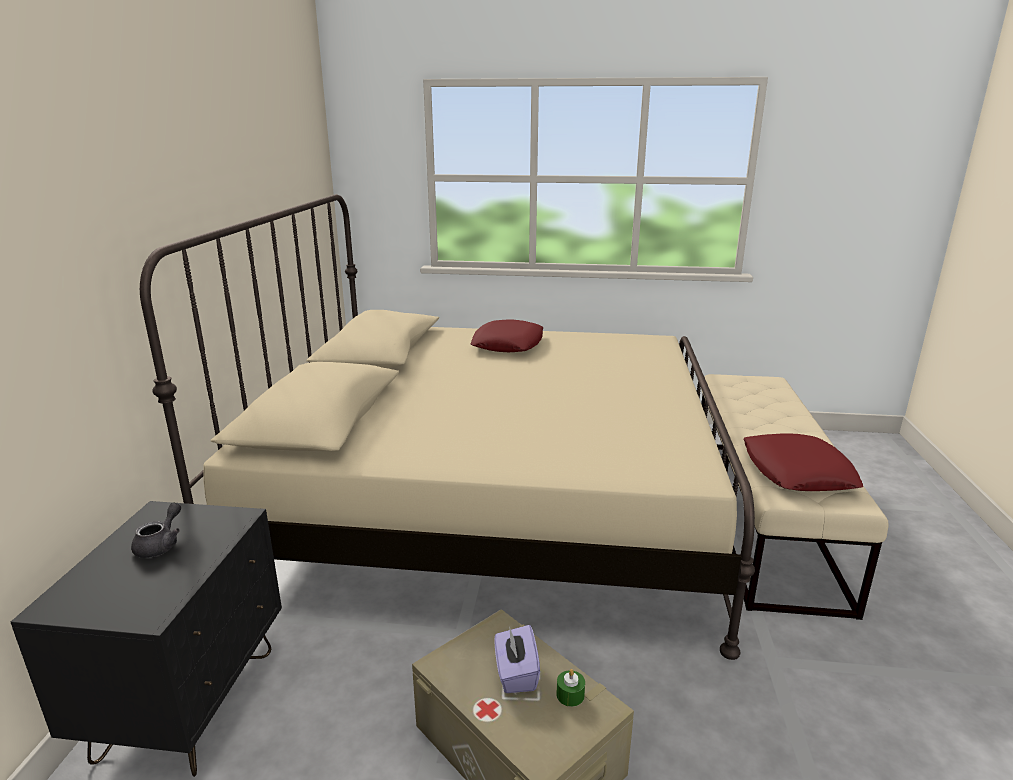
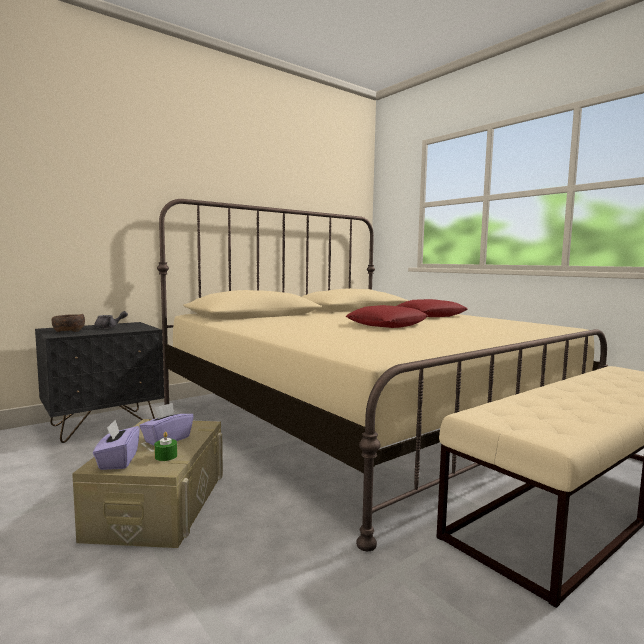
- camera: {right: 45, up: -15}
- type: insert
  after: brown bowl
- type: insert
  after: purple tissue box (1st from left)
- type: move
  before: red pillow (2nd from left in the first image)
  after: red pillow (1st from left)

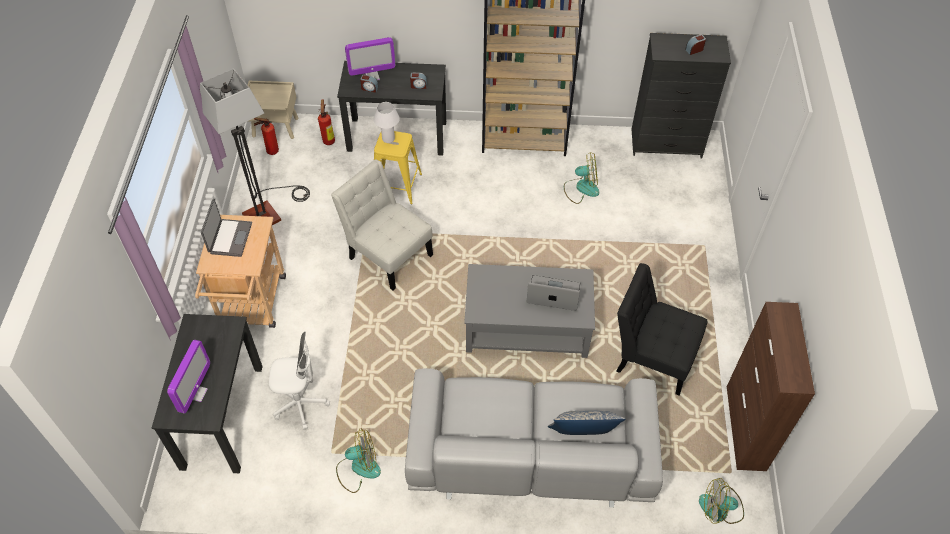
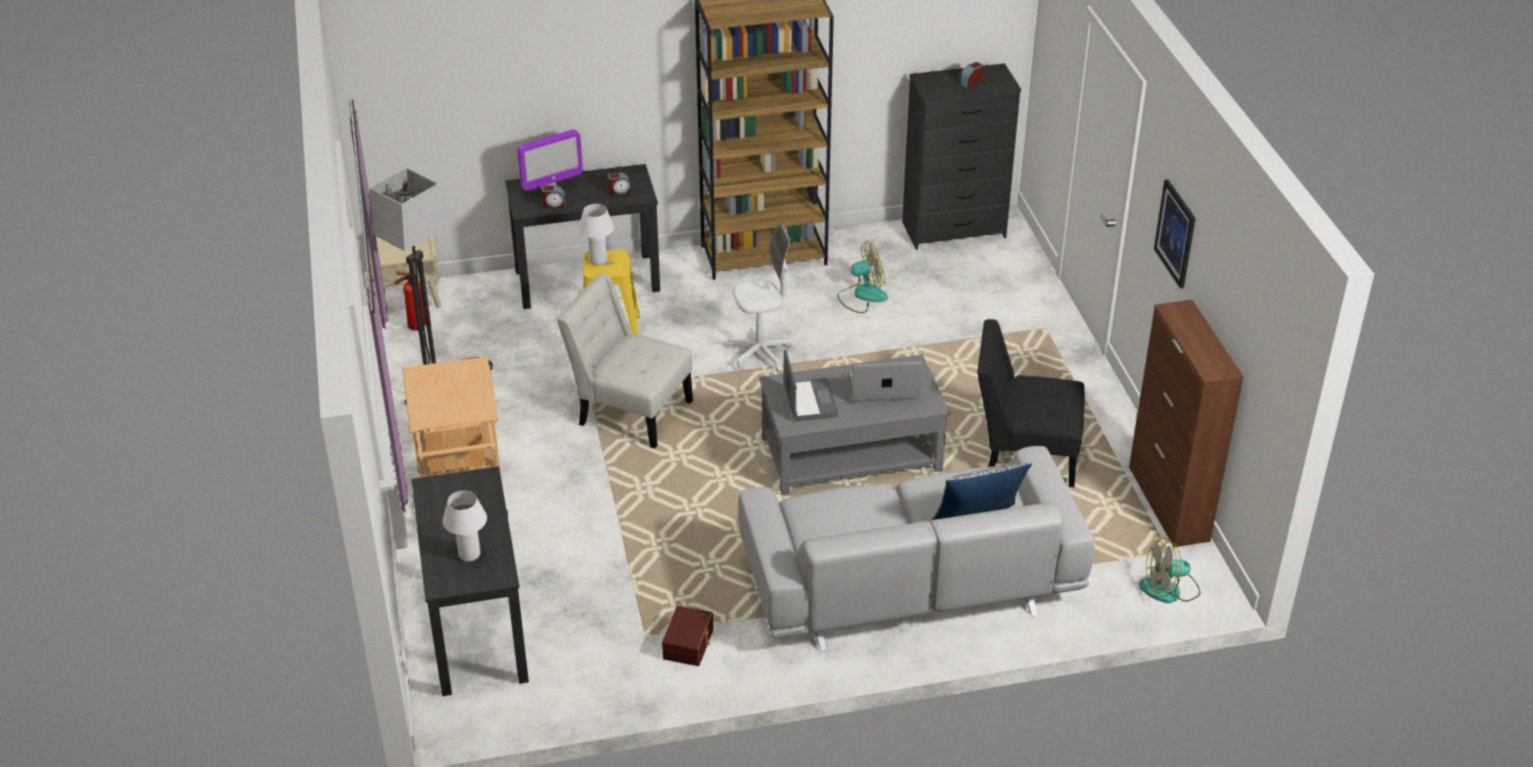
- camera: {right: -15, up: -15}
- type: replace
  before: monitor (1st from left)
  after: white table lamp (1st from left)
- type: replace
  before: fan (1st from left)
  after: brown storage box
- type: move
  before: white office chair
- type: move
  before: laptop (1st from left)
- type: insert
  after: picture
- type: delete
  before: fire extinguisher (2nd from left)

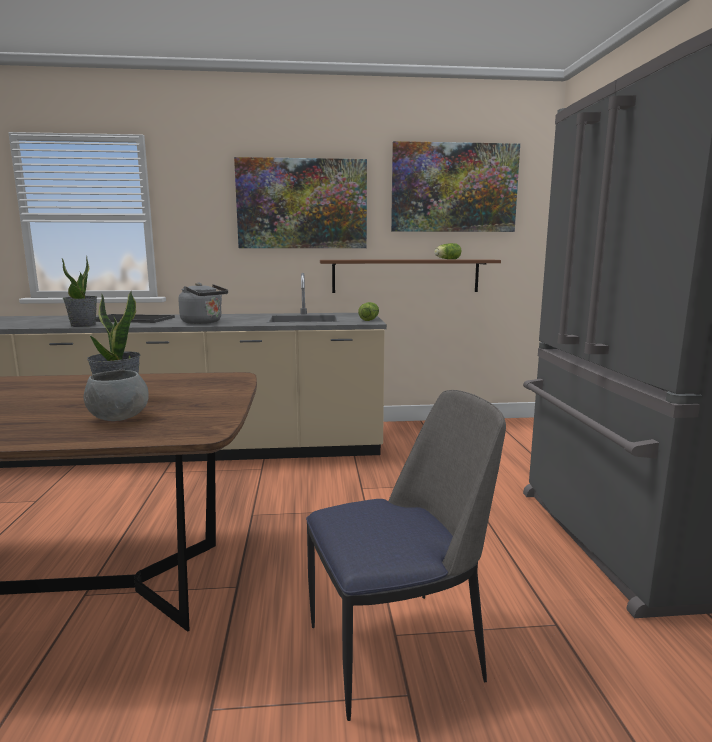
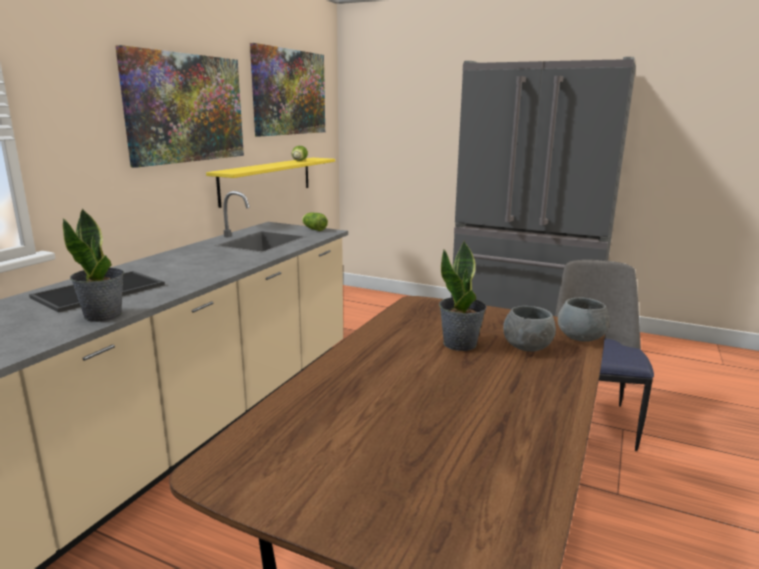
- camera: {right: -60, up: 5}
- type: recolor
  before: brown shelf
  after: yellow shelf
- type: insert
  after: grey bowl (2nd from left)
- type: delete
  before: grey kettle

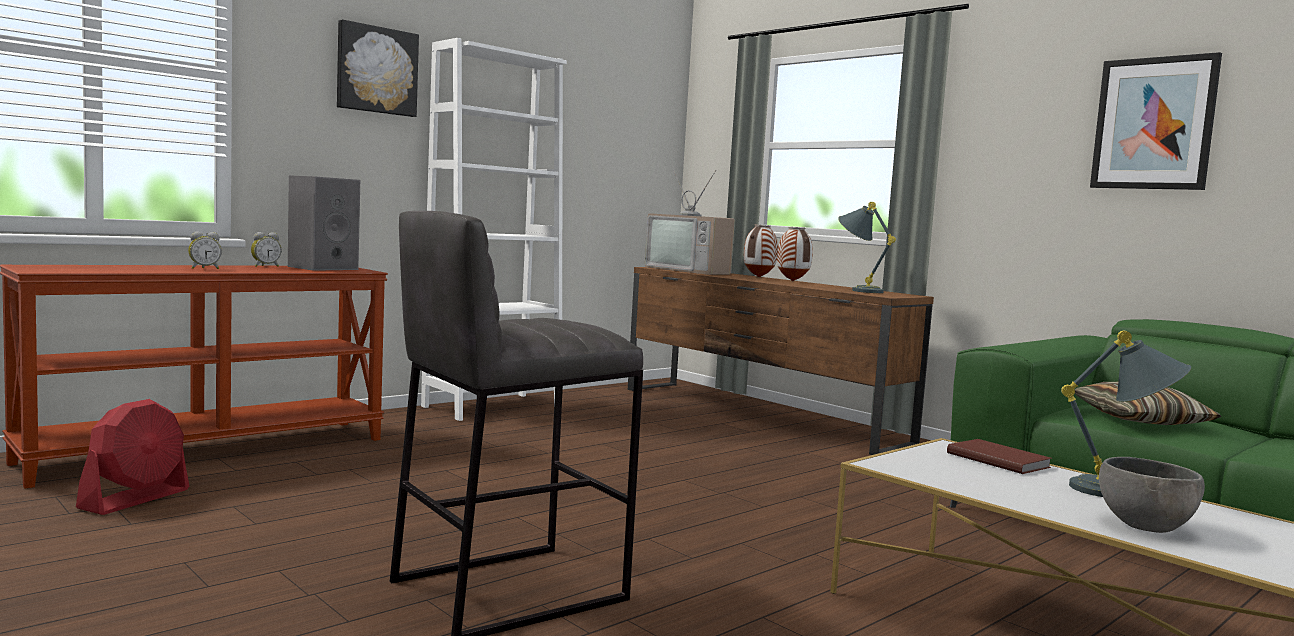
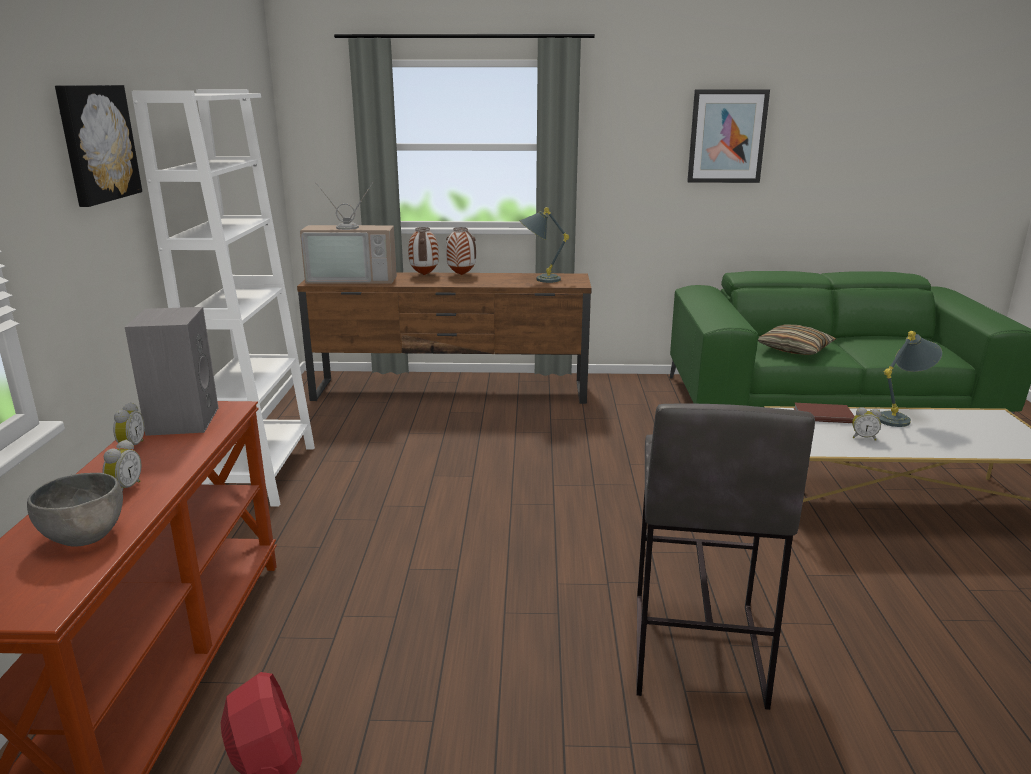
- camera: {right: -45, up: 15}
- type: move
  before: grey bowl
- type: insert
  after: alarm clock (3rd from left)

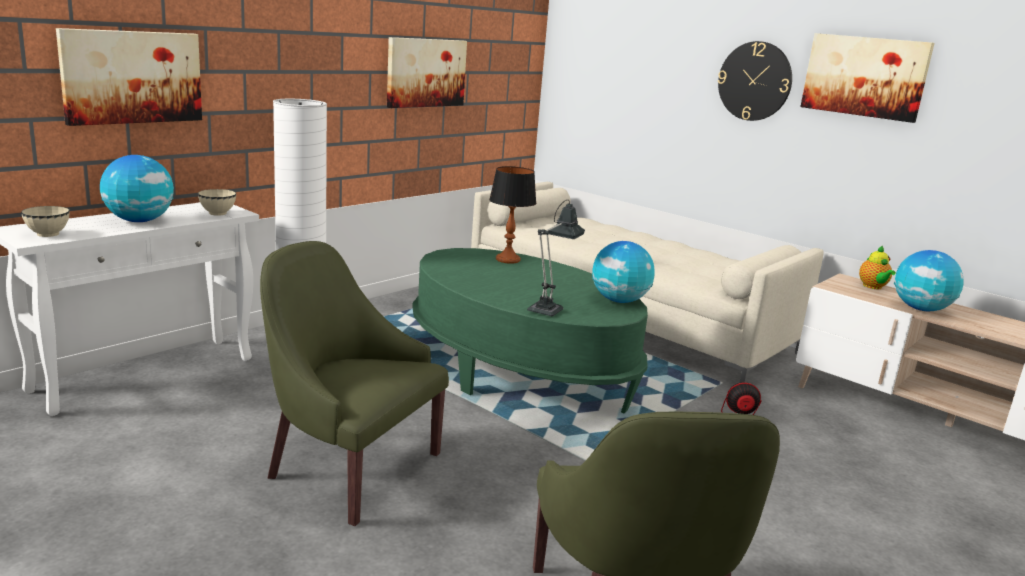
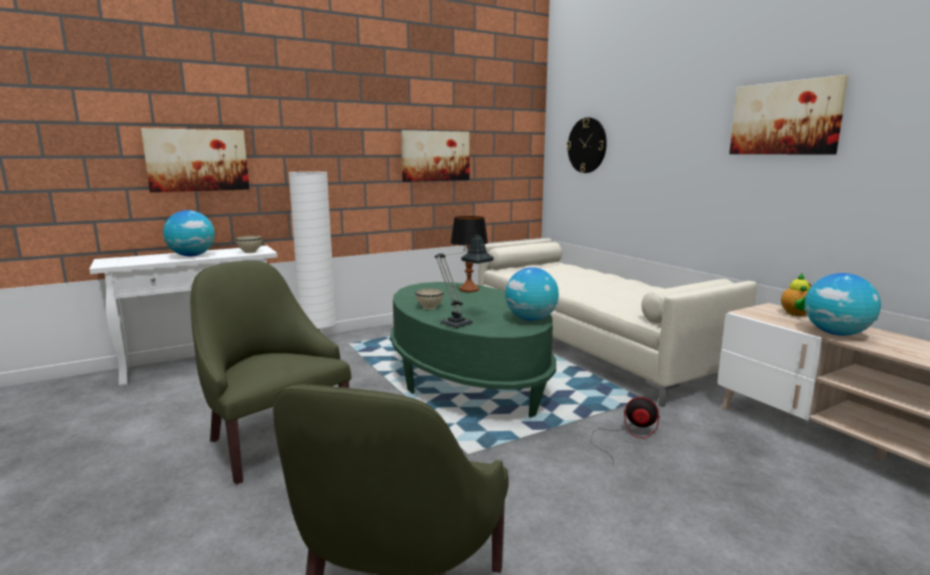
- camera: {right: 20, up: -5}
- type: move
  before: beige bowl (1st from left in the first image)
  after: beige bowl (2nd from left)
- type: move
  before: wall clock

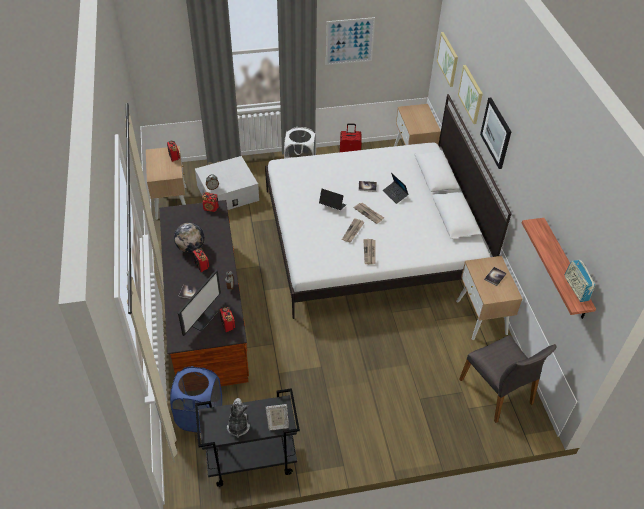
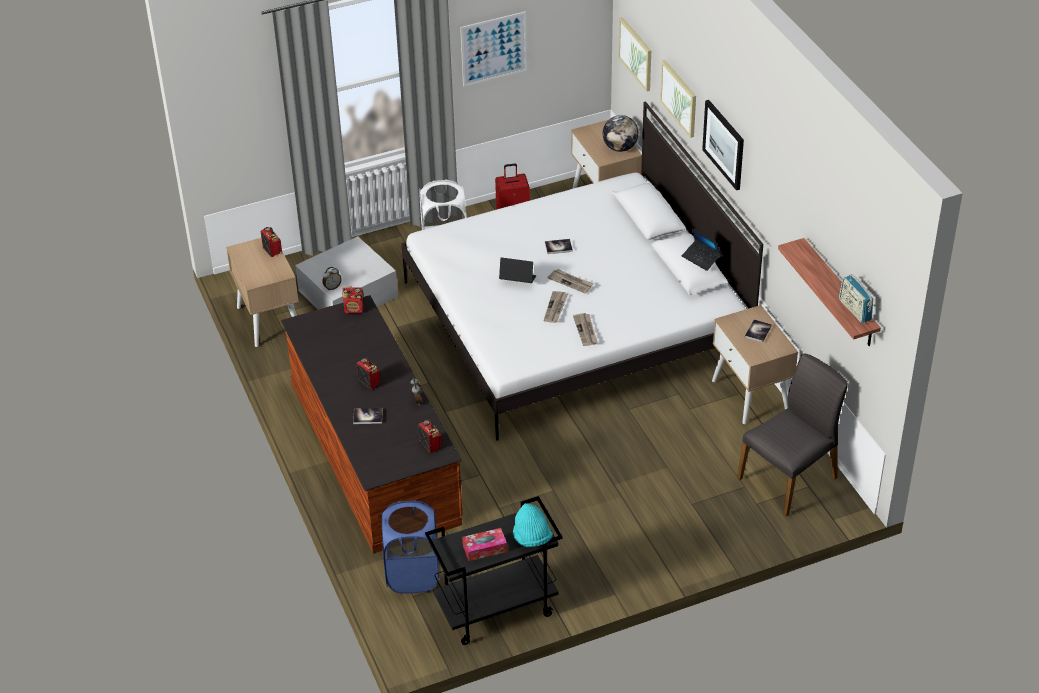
- camera: {right: -10, up: -5}
- type: replace
  before: plush toy
  after: tissue box
- type: replace
  before: picture frame
  after: turquoise hat
- type: move
  before: globe
- type: move
  before: laptop (2nd from left)
- type: rotate
  before: grey chair
  turn: -90
- type: delete
  before: monitor

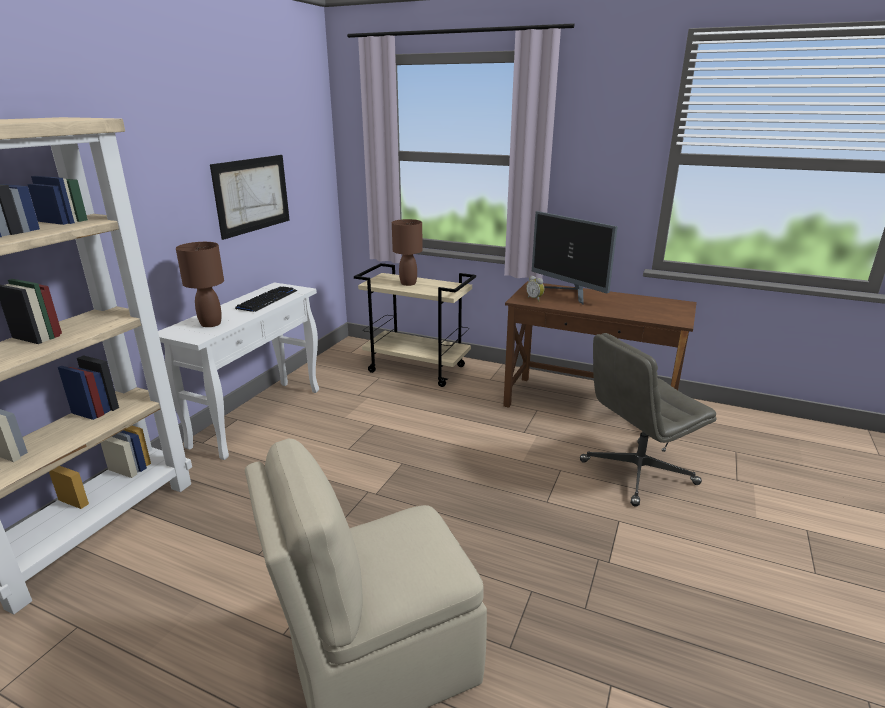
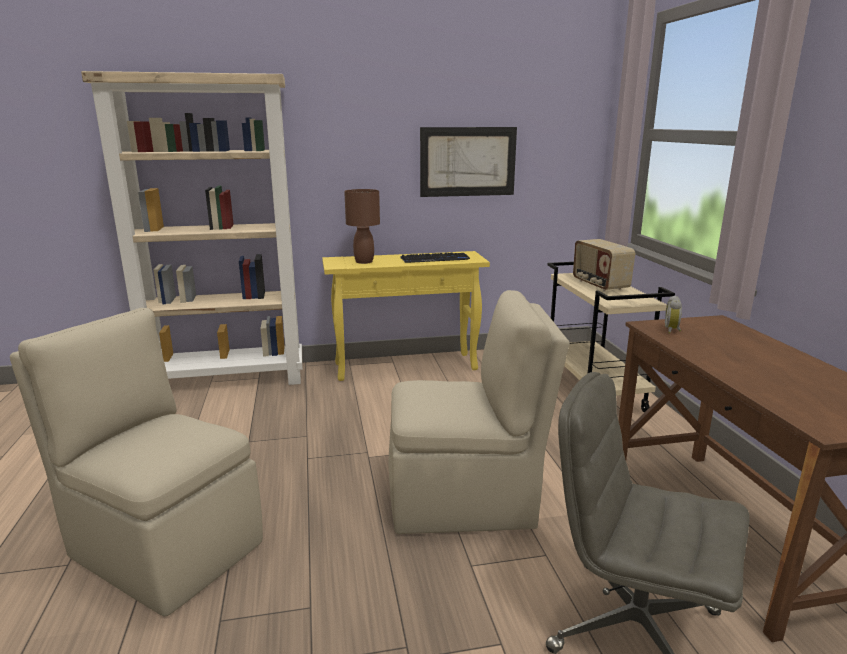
- camera: {right: 55, up: -5}
- type: recolor
  before: white console table
  after: yellow console table
- type: insert
  after: beige chair (2nd from left)
- type: replace
  before: brown table lamp (2nd from left)
  after: radio
- type: delete
  before: monitor

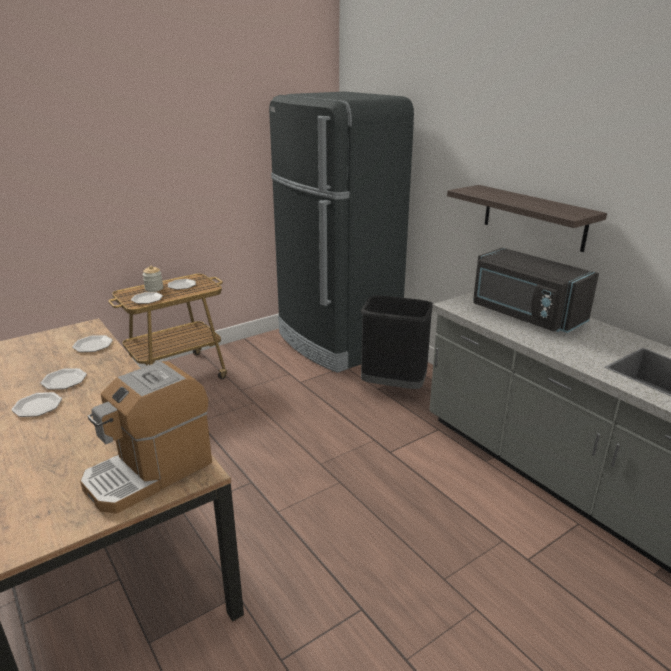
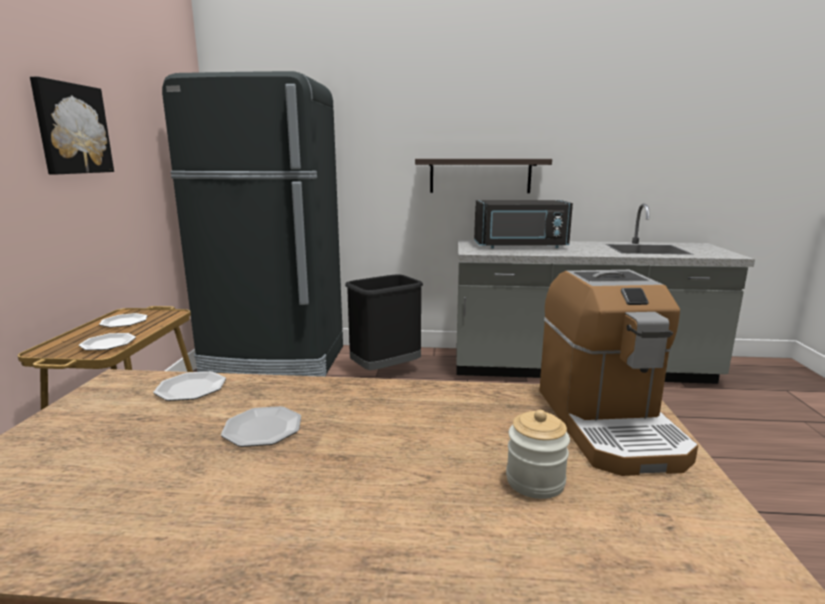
- camera: {right: -50, up: -10}
- type: insert
  after: picture
- type: move
  before: jar
- type: delete
  before: plate (1st from left)

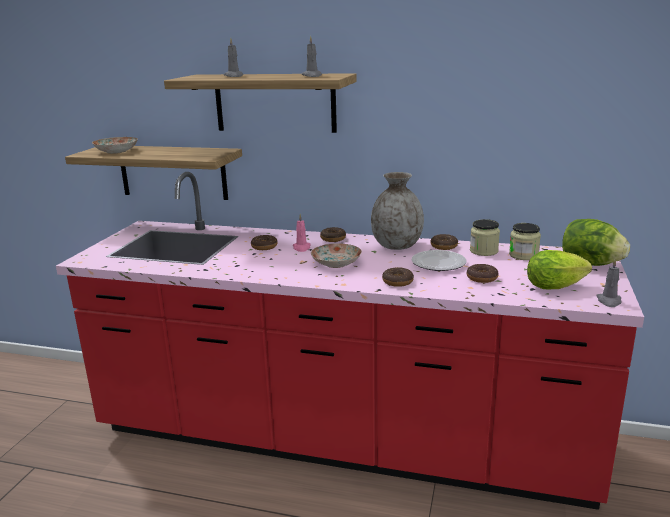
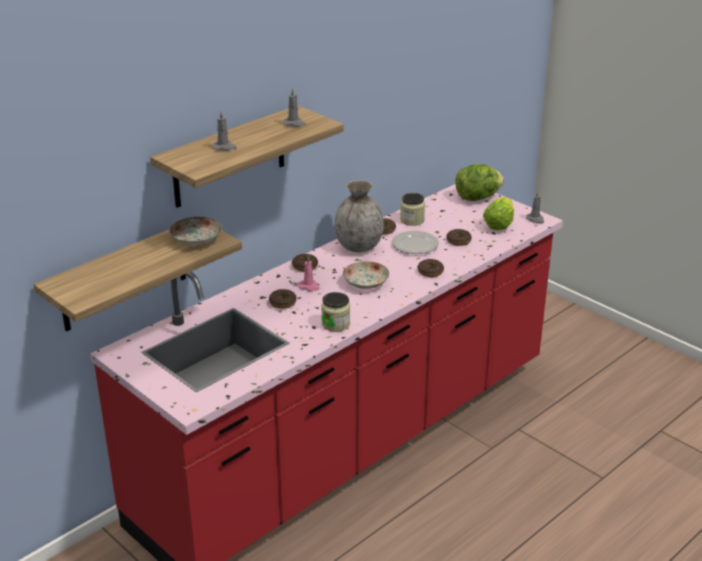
- camera: {right: -60, up: 10}
- type: move
  before: plate (1st from left)
- type: move
  before: jar (2nd from left in the first image)
  after: jar (1st from left)

